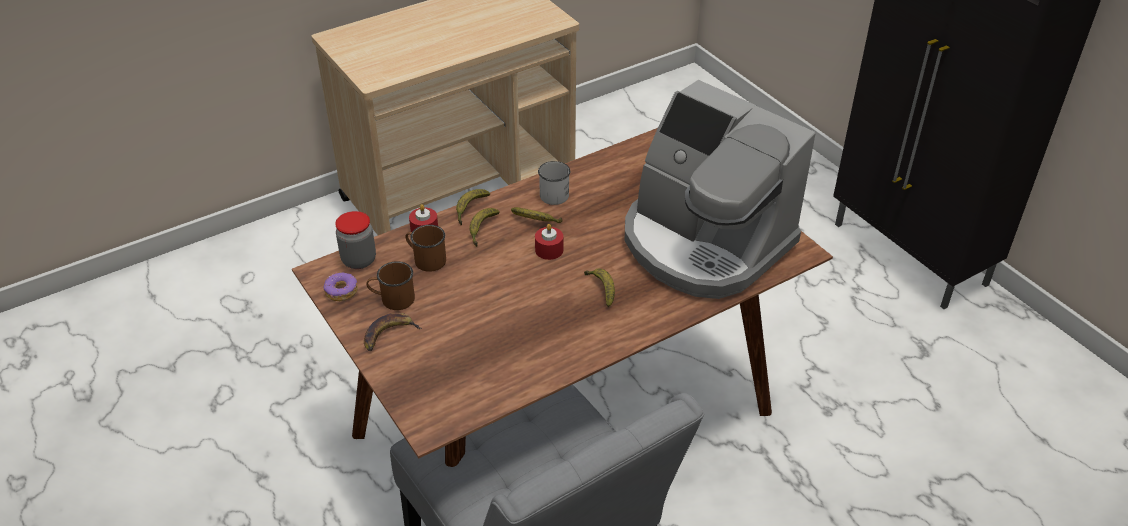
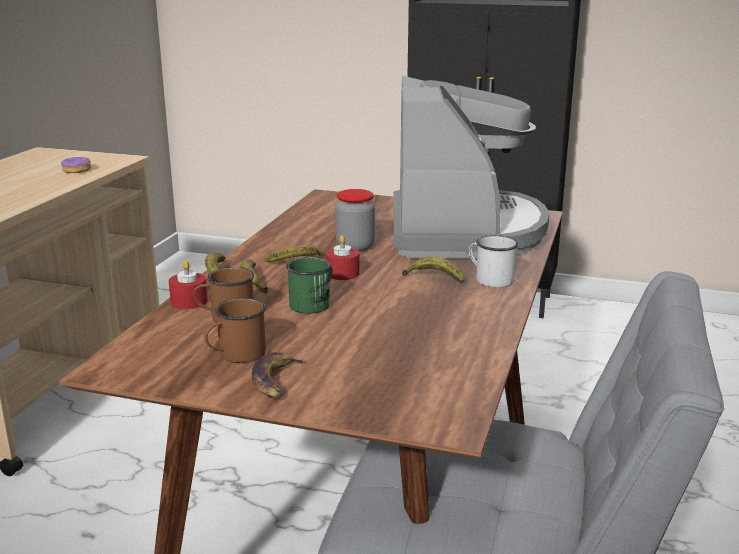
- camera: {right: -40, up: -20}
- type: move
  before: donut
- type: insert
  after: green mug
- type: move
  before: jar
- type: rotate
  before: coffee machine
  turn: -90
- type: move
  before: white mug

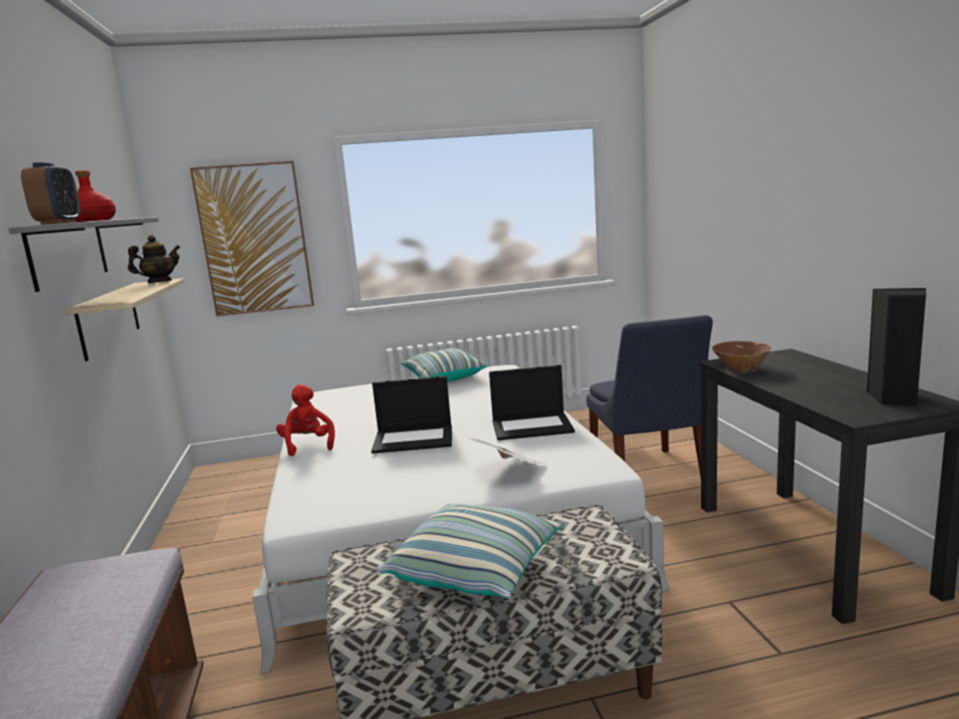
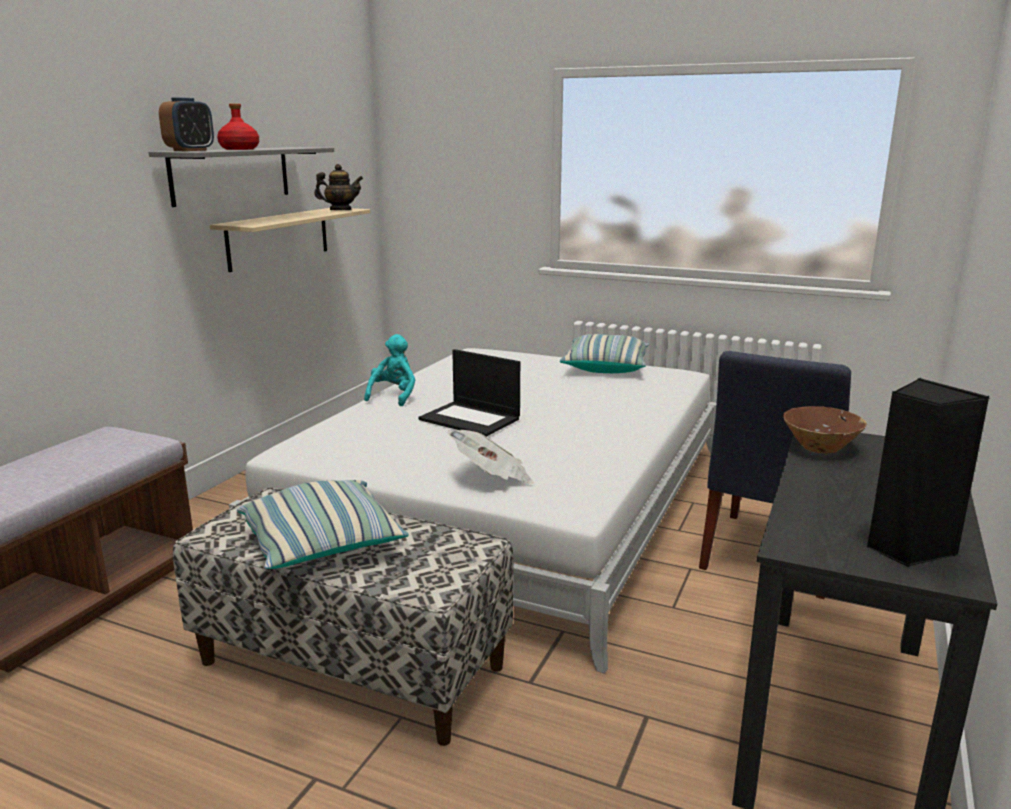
- camera: {right: 35, up: 5}
- type: recolor
  before: red plush toy
  after: turquoise plush toy
- type: delete
  before: picture
- type: delete
  before: laptop (2nd from left)

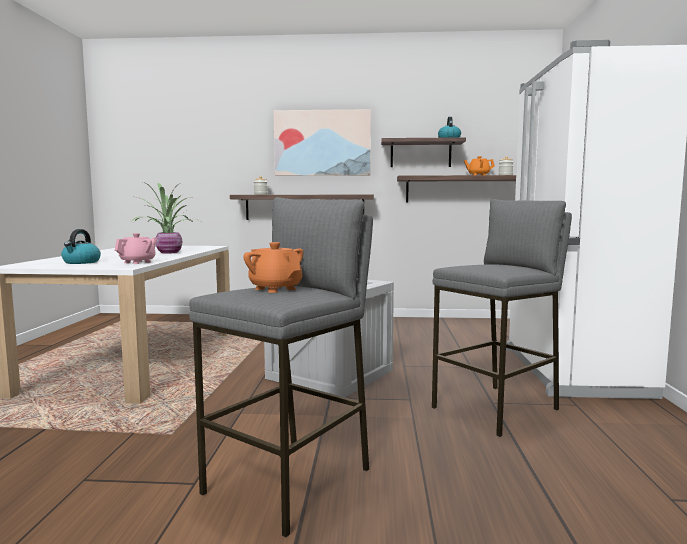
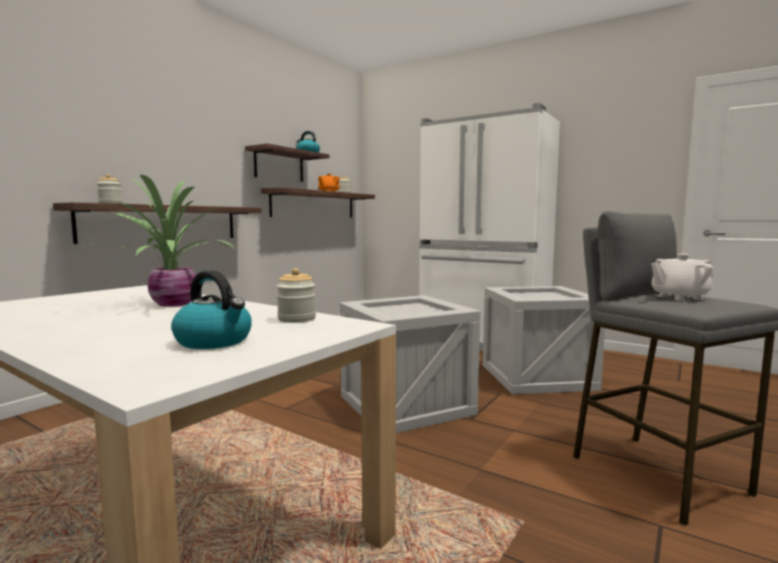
- camera: {right: -60, up: 0}
- type: replace
  before: pink teapot
  after: jar (2nd from left)
- type: replace
  before: grey stool (2nd from left)
  after: crate (2nd from left)
- type: recolor
  before: orange teapot (1st from left)
  after: white teapot
- type: delete
  before: picture

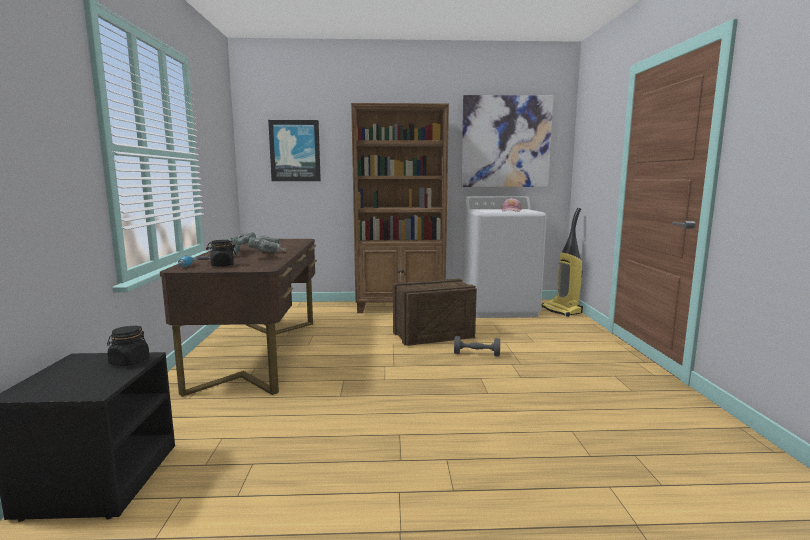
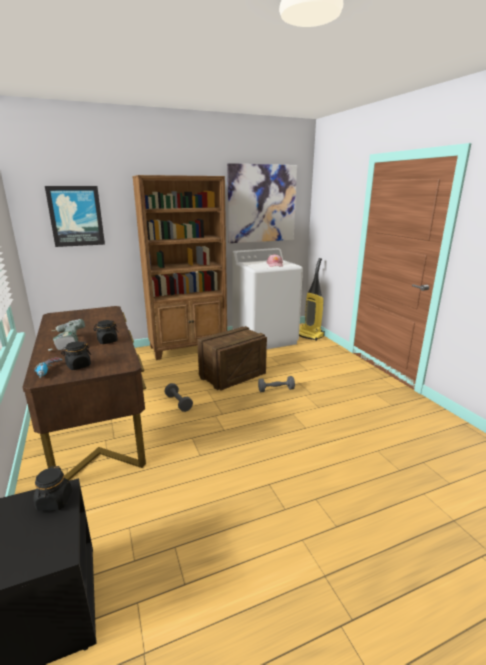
- camera: {right: -20, up: 10}
- type: replace
  before: power drill (3rd from left)
  after: black jar (3rd from left)
- type: insert
  after: grey dumbbell (1st from left)

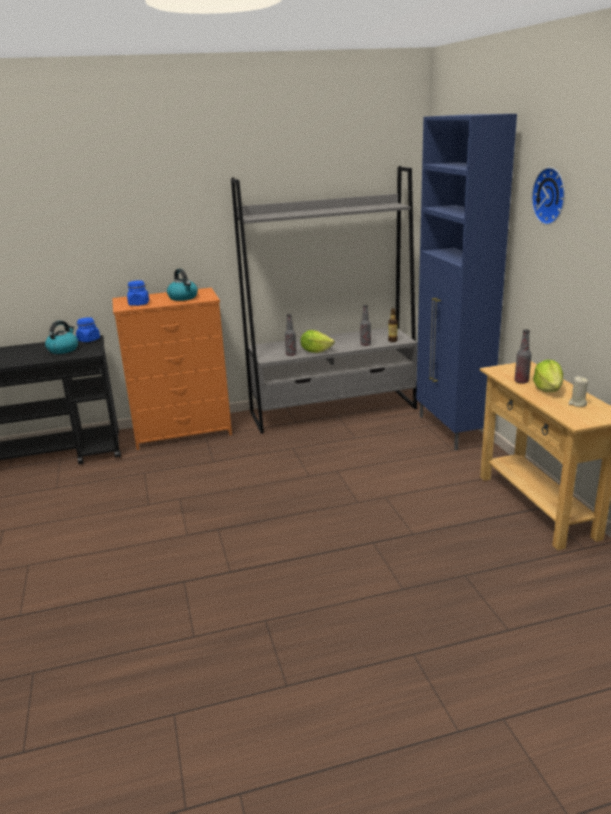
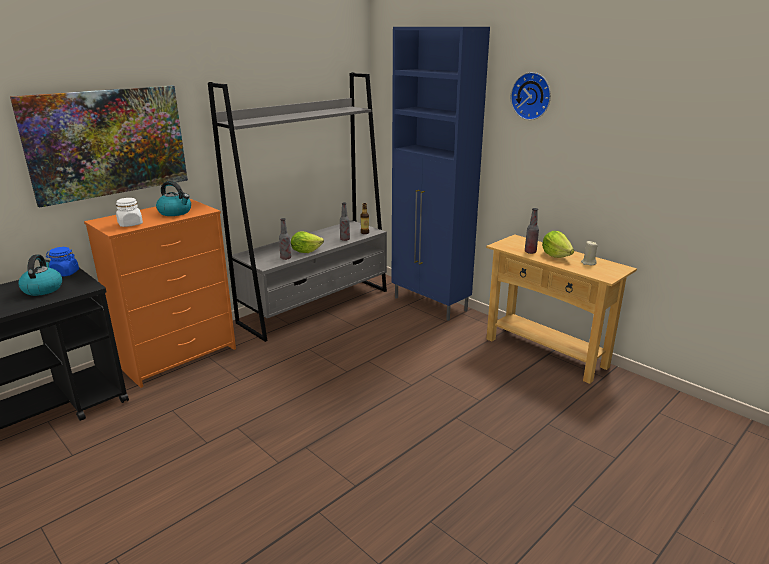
- camera: {right: -30, up: 0}
- type: insert
  after: picture
- type: recolor
  before: blue jar (2nd from left)
  after: white jar

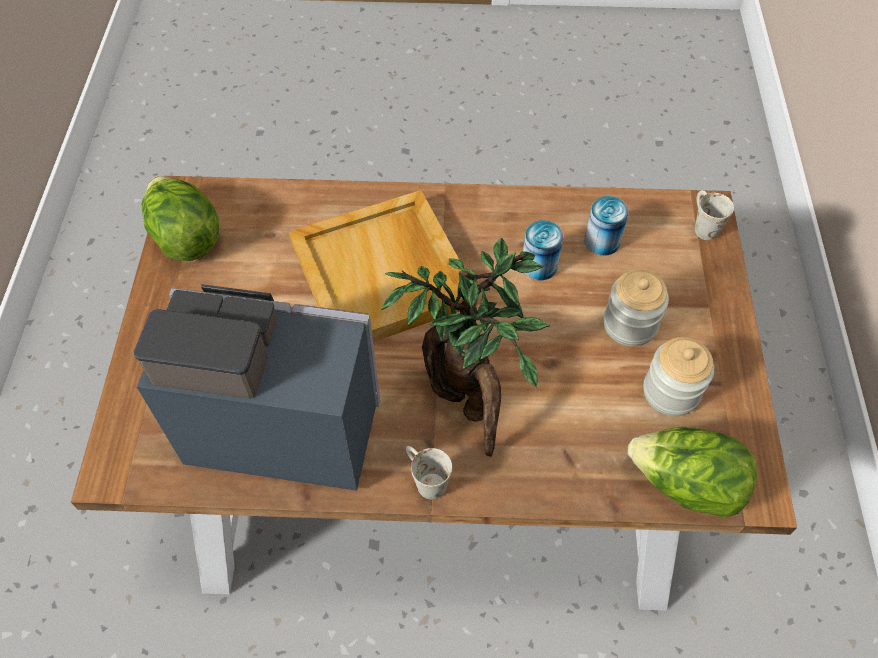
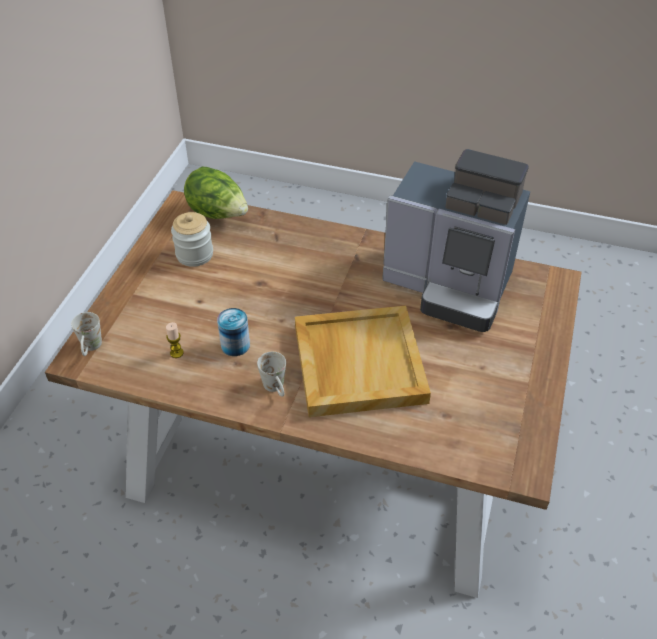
- camera: {right: -165, up: -10}
- type: replace
  before: can (2nd from left)
  after: candle
- type: move
  before: white mug (1st from left in the first image)
  after: white mug (2nd from left)
- type: delete
  before: lettuce (1st from left)
- type: delete
  before: potted plant
- type: delete
  before: jar (1st from left)

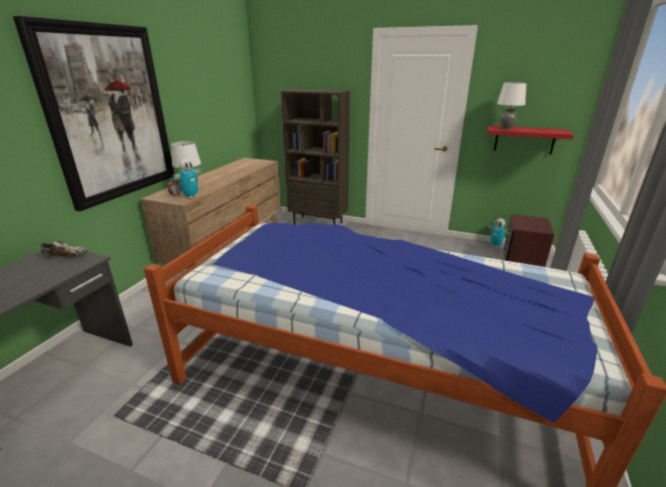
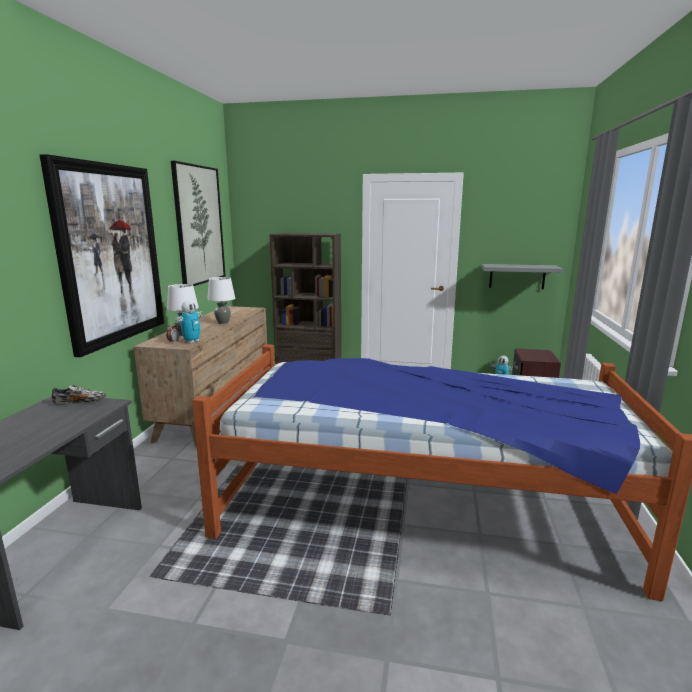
- camera: {right: -10, up: -10}
- type: insert
  after: picture (2nd from left)
- type: move
  before: white table lamp (2nd from left)
- type: recolor
  before: red shelf
  after: grey shelf

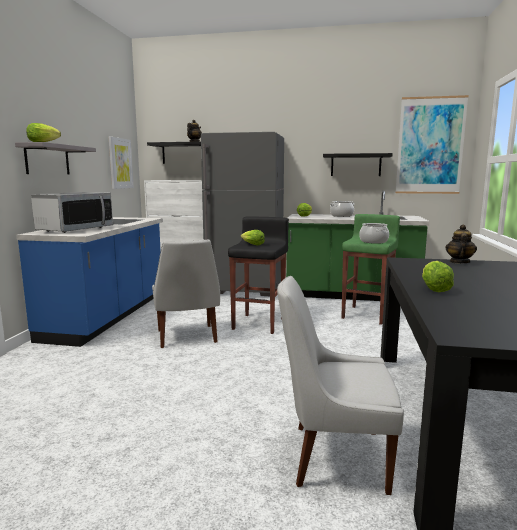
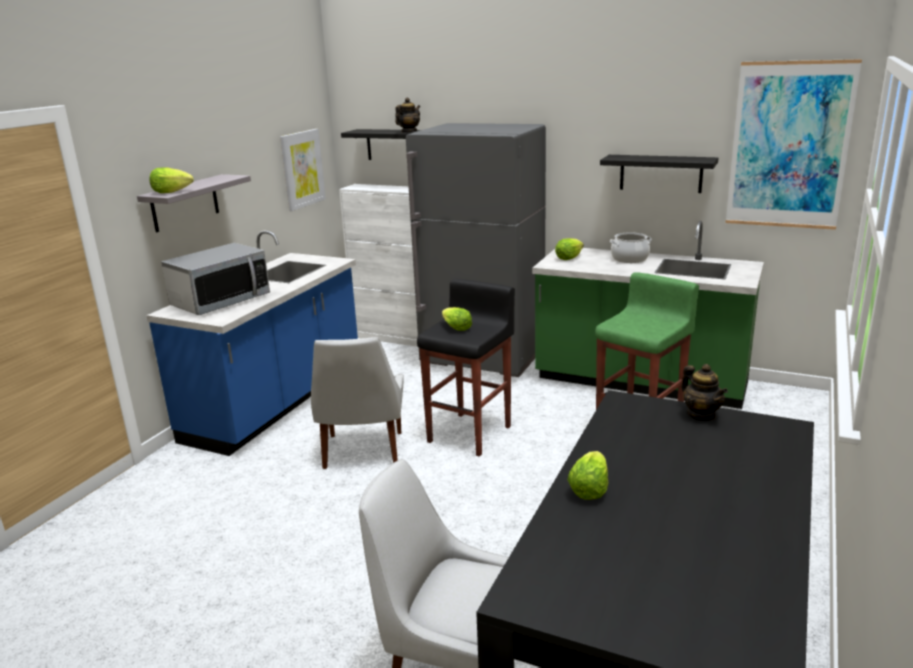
- camera: {right: 15, up: 10}
- type: rotate
  before: teapot (2nd from left)
  turn: 120
- type: delete
  before: cooking pot (2nd from left)

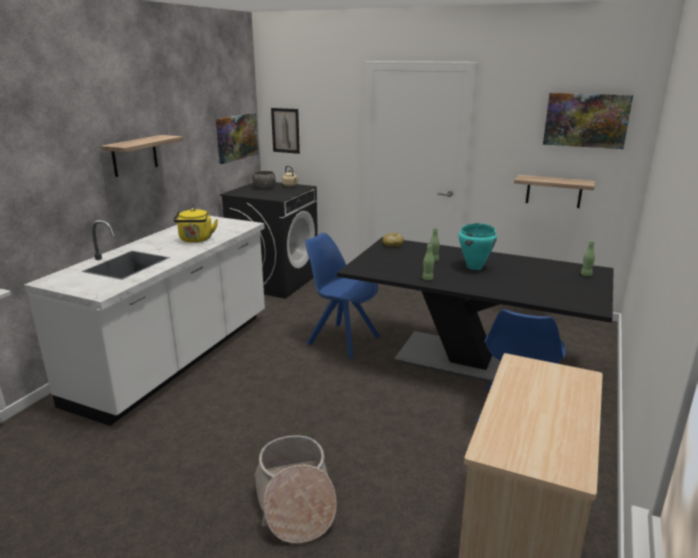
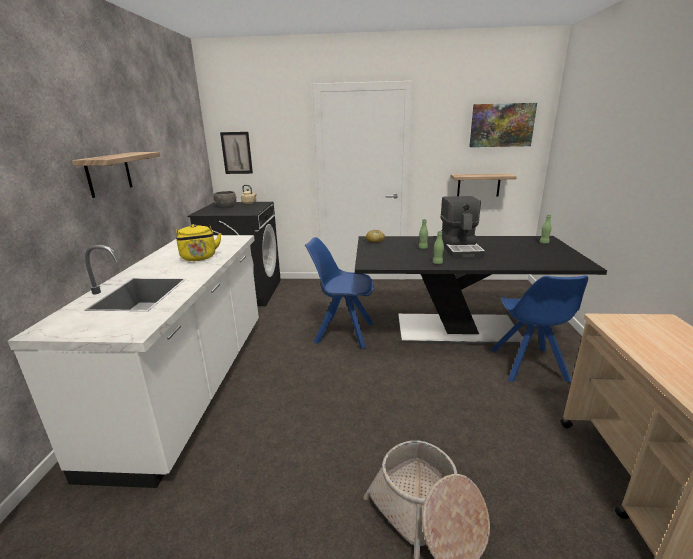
- camera: {right: -20, up: 0}
- type: replace
  before: turquoise cooking pot
  after: coffee machine
- type: delete
  before: picture (1st from left)

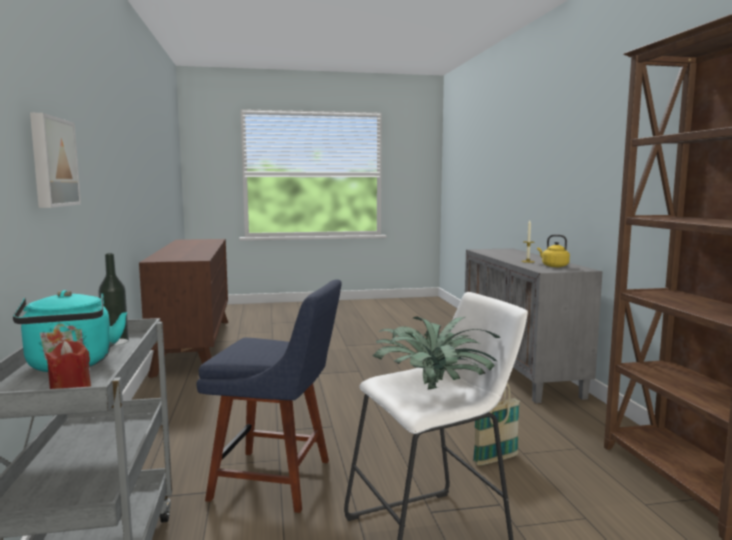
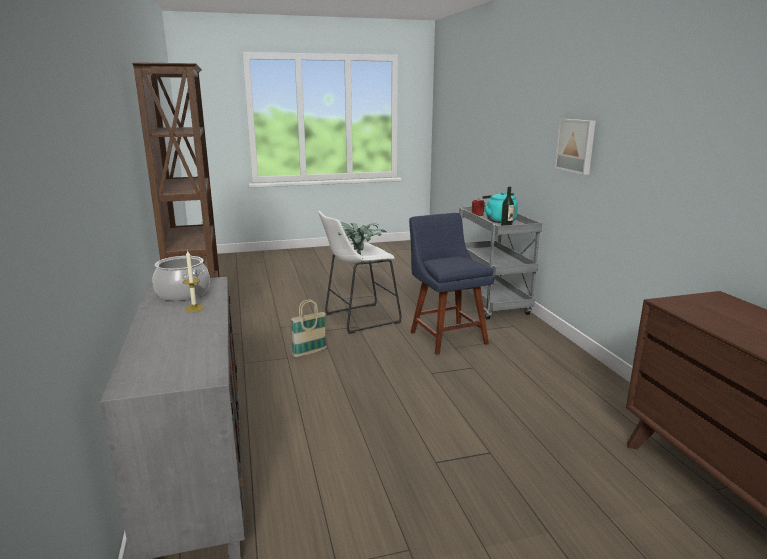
- camera: {right: 175, up: 10}
- type: replace
  before: yellow kettle
  after: cooking pot
- type: rotate
  before: blue chair
  turn: 60

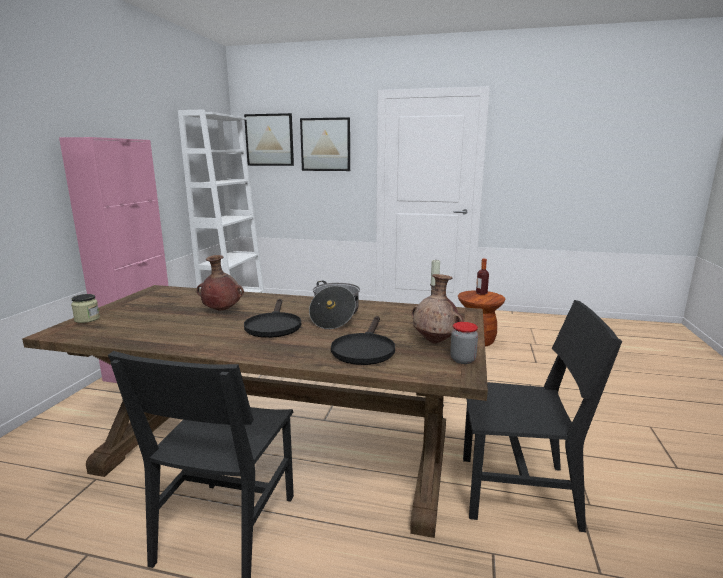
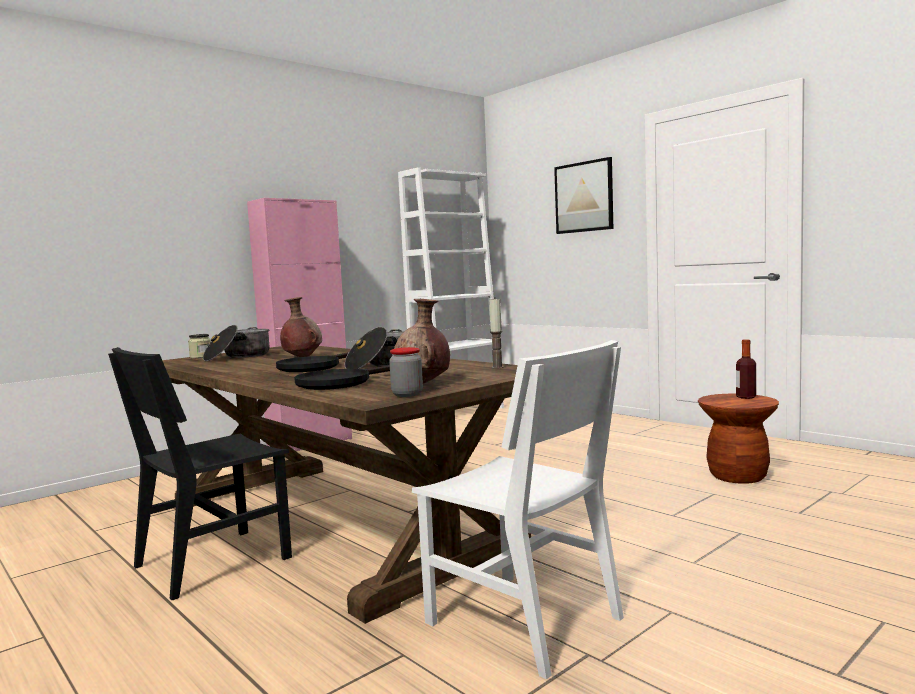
- camera: {right: 35, up: -10}
- type: insert
  after: cooking pot (1st from left)
- type: recolor
  before: black chair (2nd from left)
  after: white chair
- type: delete
  before: picture (1st from left)

